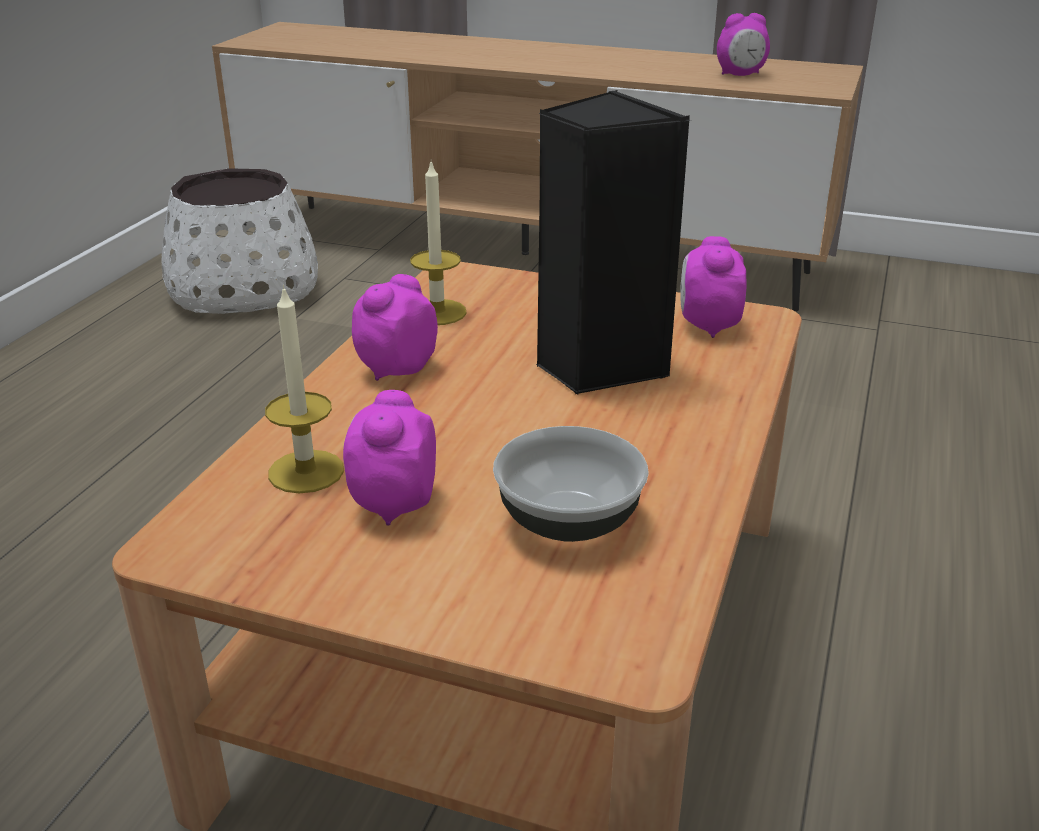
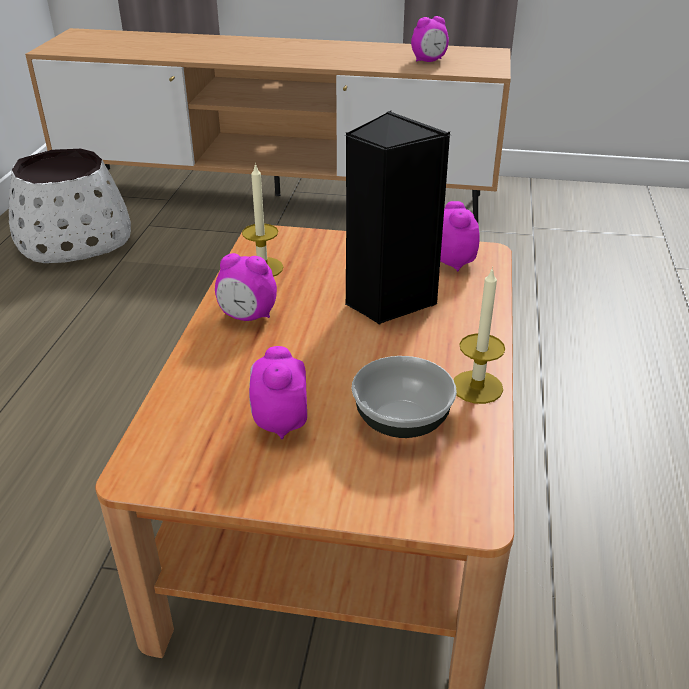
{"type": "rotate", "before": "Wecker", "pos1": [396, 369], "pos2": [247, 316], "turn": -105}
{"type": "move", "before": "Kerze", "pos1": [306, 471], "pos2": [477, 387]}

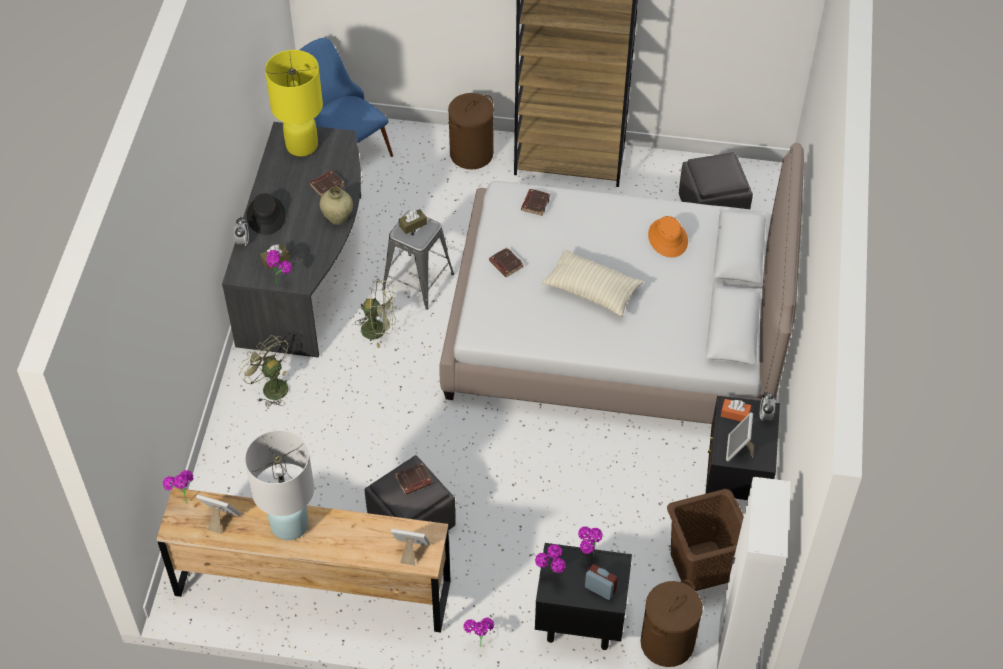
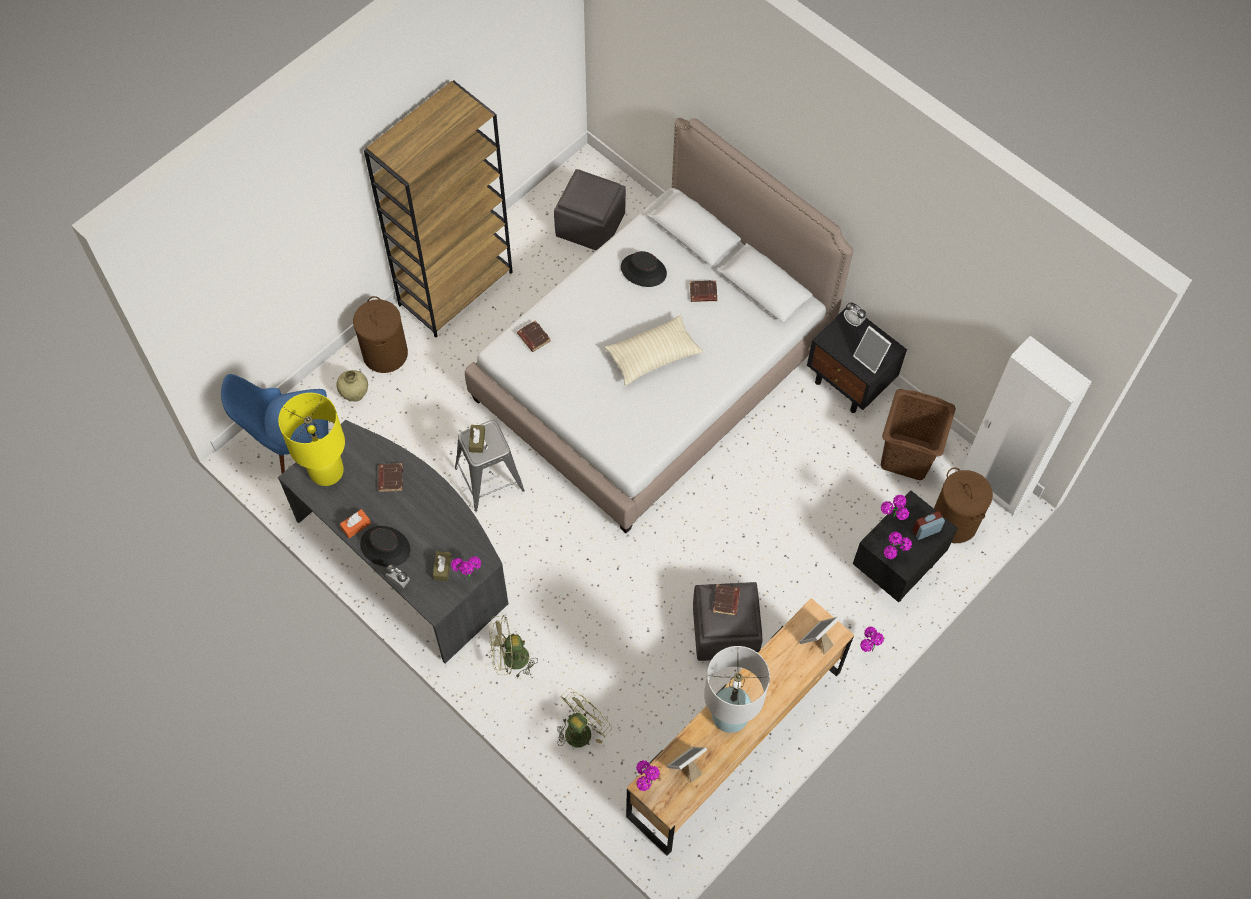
{"type": "move", "before": "Vase/beige", "pos1": [337, 218], "pos2": [355, 394]}
{"type": "move", "before": "Taschentuchbox/orange", "pos1": [735, 414], "pos2": [356, 526]}
{"type": "move", "before": "Ventilator/grün", "pos1": [379, 329], "pos2": [581, 729]}
{"type": "recolor", "before": "Hut/orange", "after": "Hut/schwarz", "pos1": [668, 238], "pos2": [643, 270]}
{"type": "move", "before": "Buch/braun", "pos1": [505, 264], "pos2": [703, 293]}

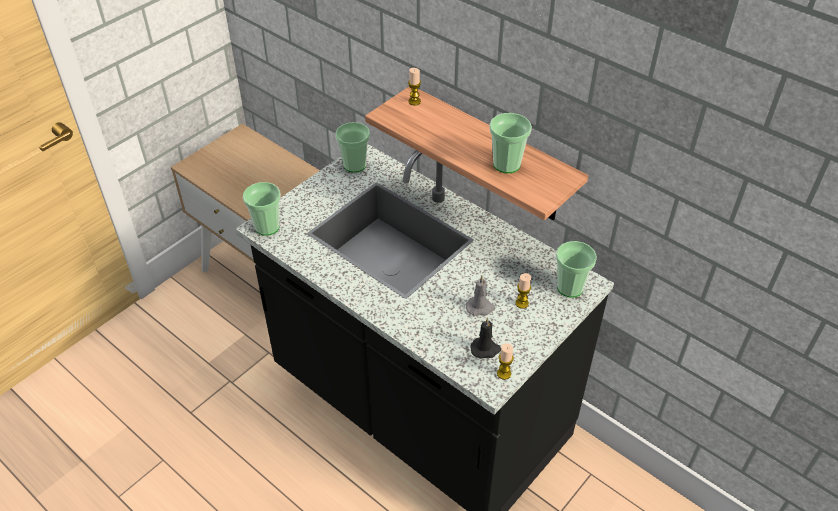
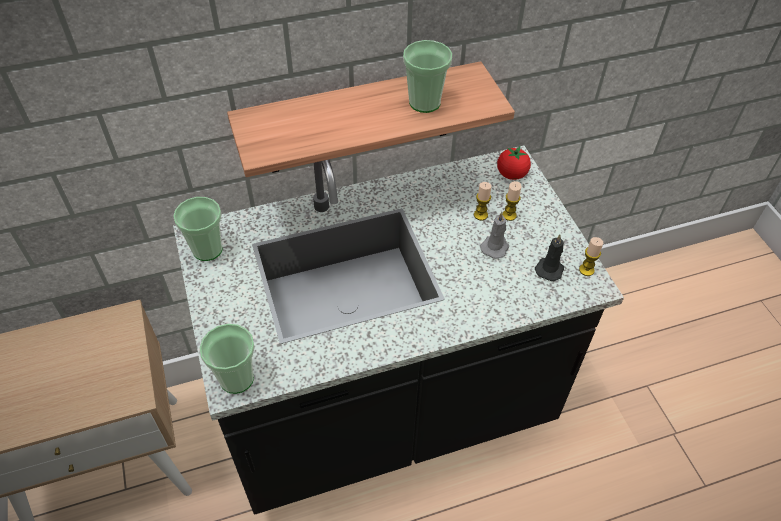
{"type": "move", "before": "Kerze", "pos1": [414, 101], "pos2": [480, 215]}
{"type": "replace", "before": "Tasse", "after": "Tomate", "pos1": [570, 287], "pos2": [511, 174]}

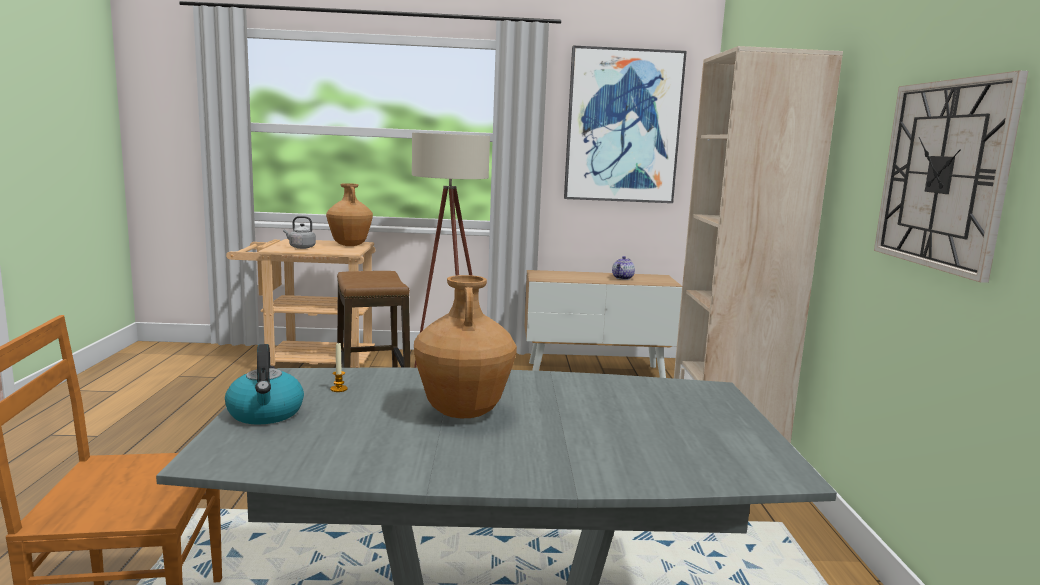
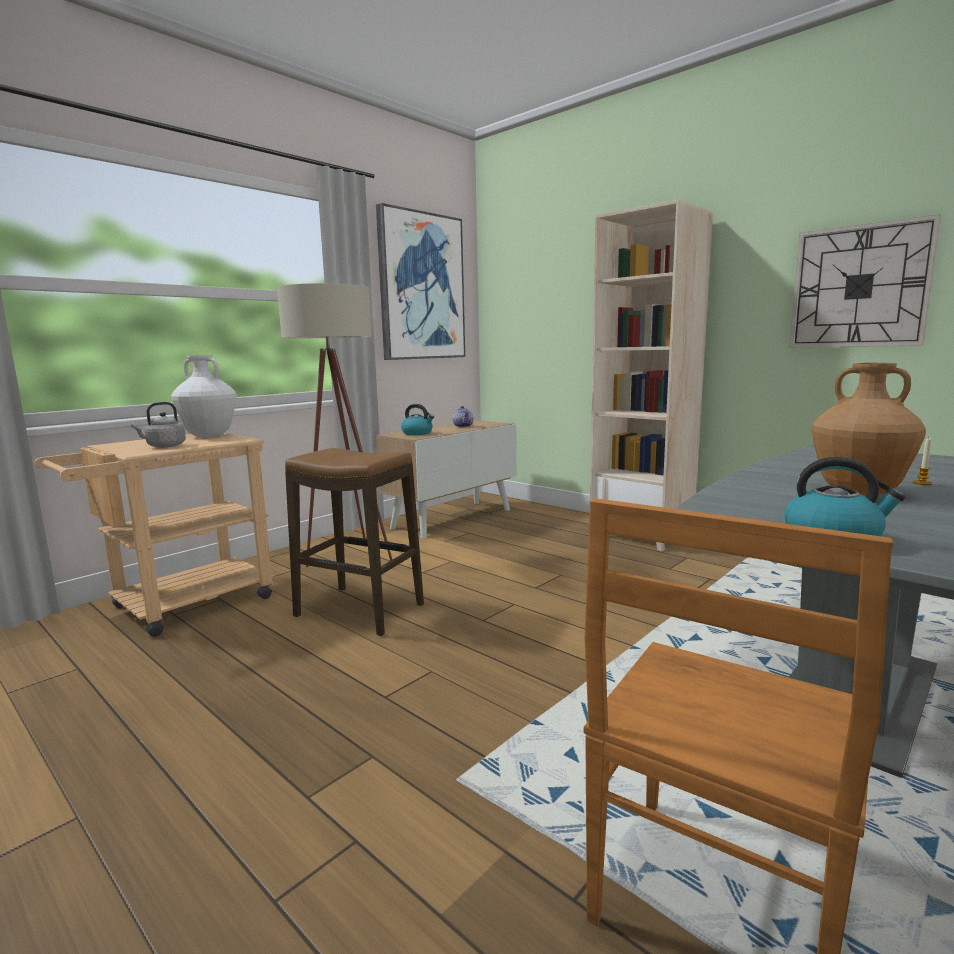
{"type": "recolor", "before": "Vase/braun", "after": "Vase/weiß", "pos1": [350, 245], "pos2": [209, 436]}
{"type": "insert", "after": "Wasserkessel", "pos2": [417, 433]}
{"type": "move", "before": "Kerze", "pos1": [339, 389], "pos2": [922, 483]}

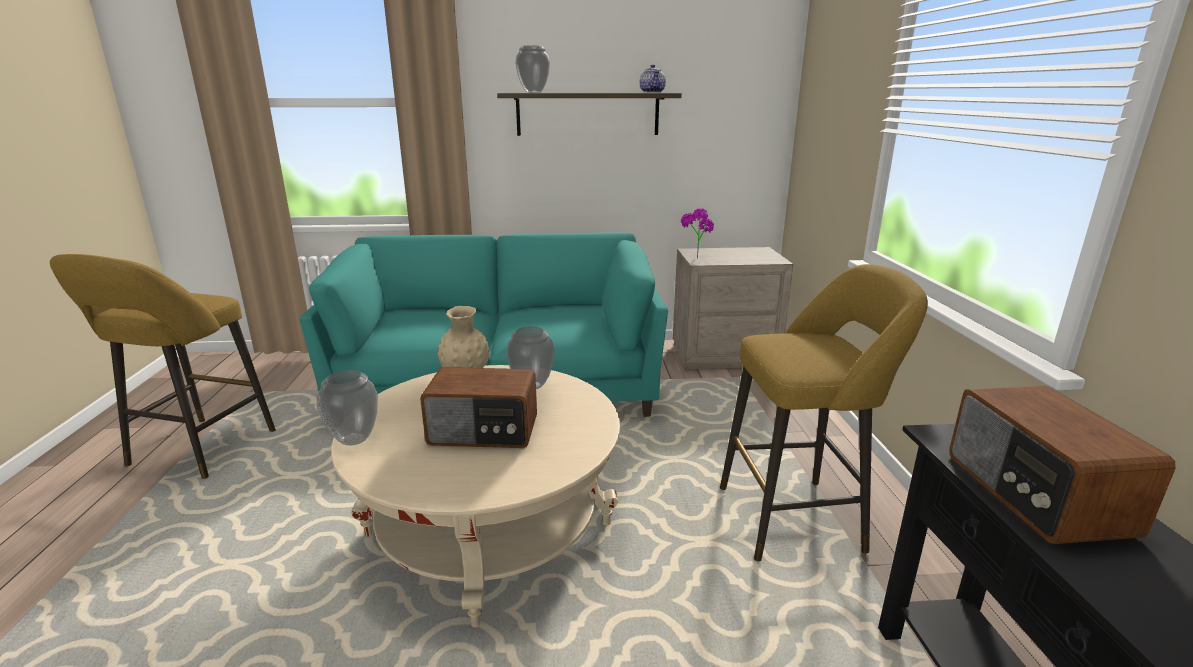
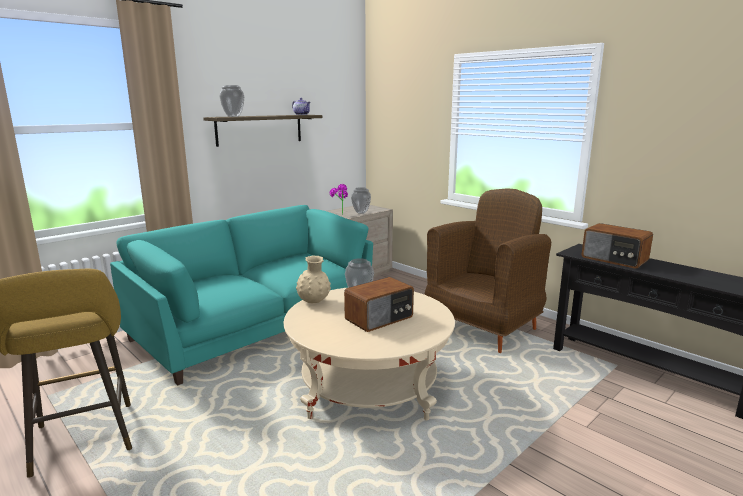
{"type": "move", "before": "Vase", "pos1": [354, 439], "pos2": [360, 212]}
{"type": "replace", "before": "Hocker/gelb", "after": "Sessel/braun", "pos1": [798, 517], "pos2": [483, 327]}

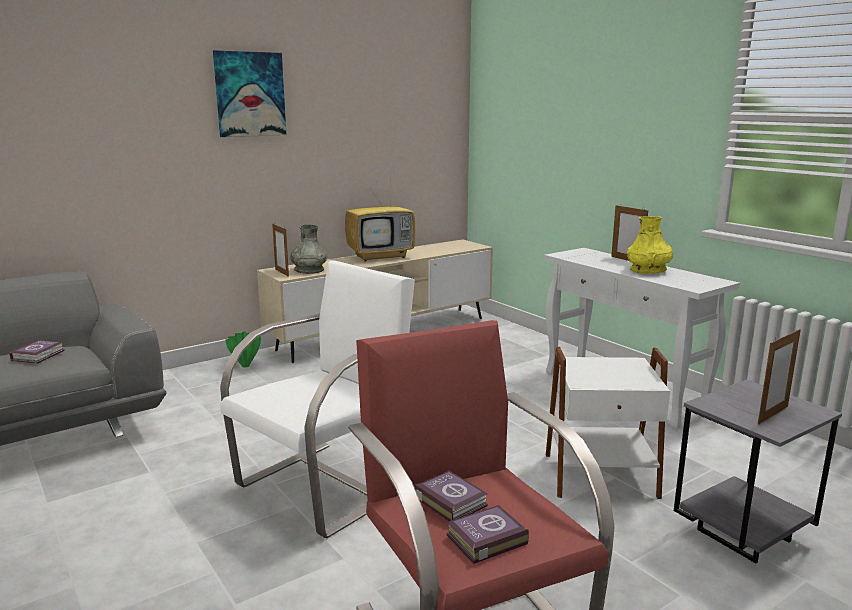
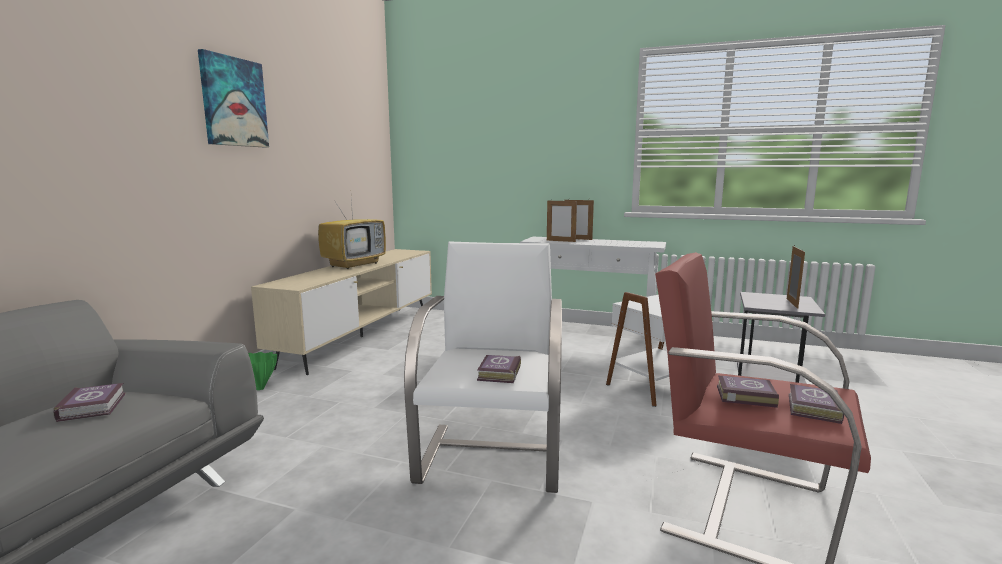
{"type": "insert", "after": "Buch", "pos2": [498, 373]}
{"type": "move", "before": "Bilderrahmen", "pos1": [282, 272], "pos2": [561, 241]}
{"type": "delete", "before": "Vase/grau", "pos1": [309, 270]}
{"type": "delete", "before": "Vase/gelb", "pos1": [648, 270]}

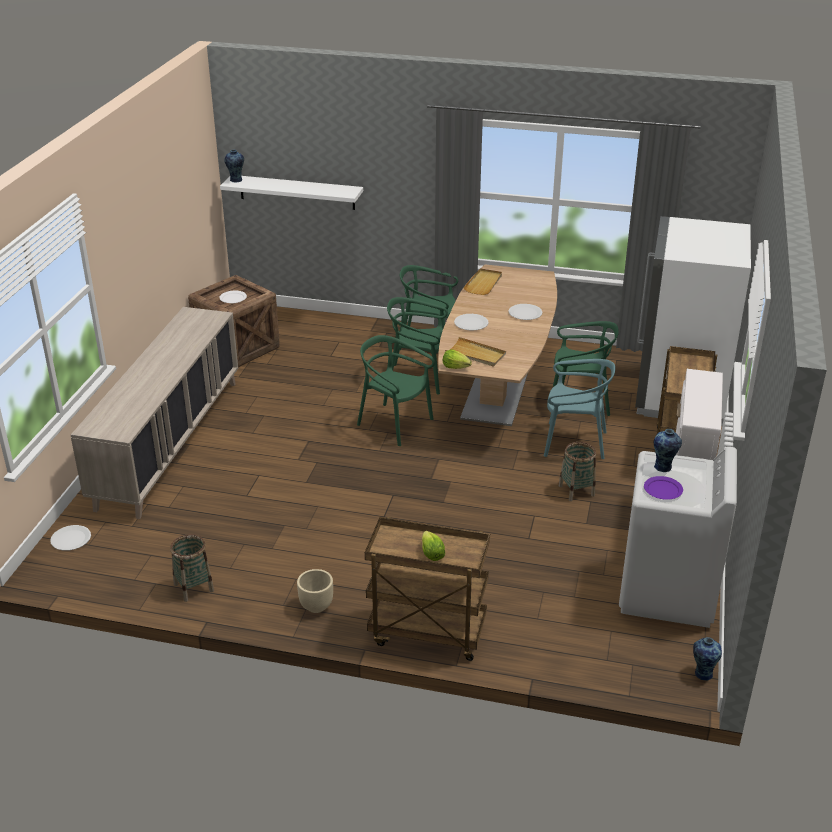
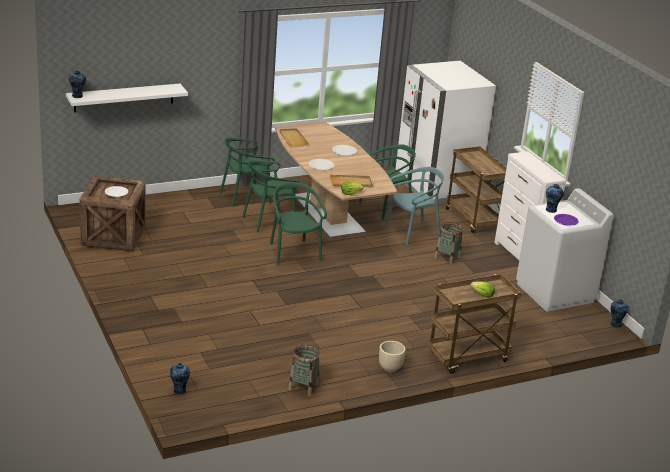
{"type": "replace", "before": "Teller/weiß", "after": "Vase", "pos1": [71, 539], "pos2": [179, 391]}
{"type": "rotate", "before": "Stuhl/grün", "pos1": [394, 424], "pos2": [293, 253], "turn": 75}
{"type": "delete", "before": "Schrank/beige", "pos1": [169, 443]}

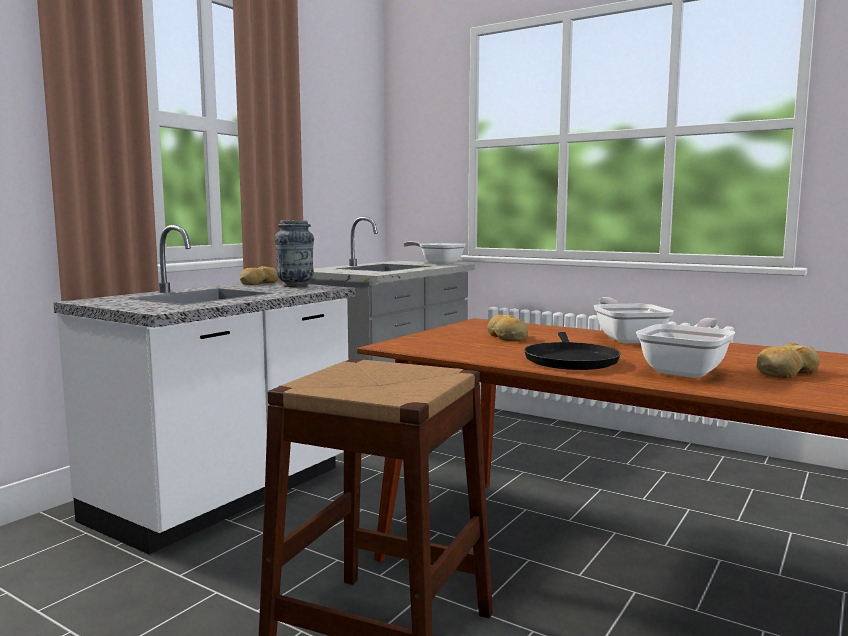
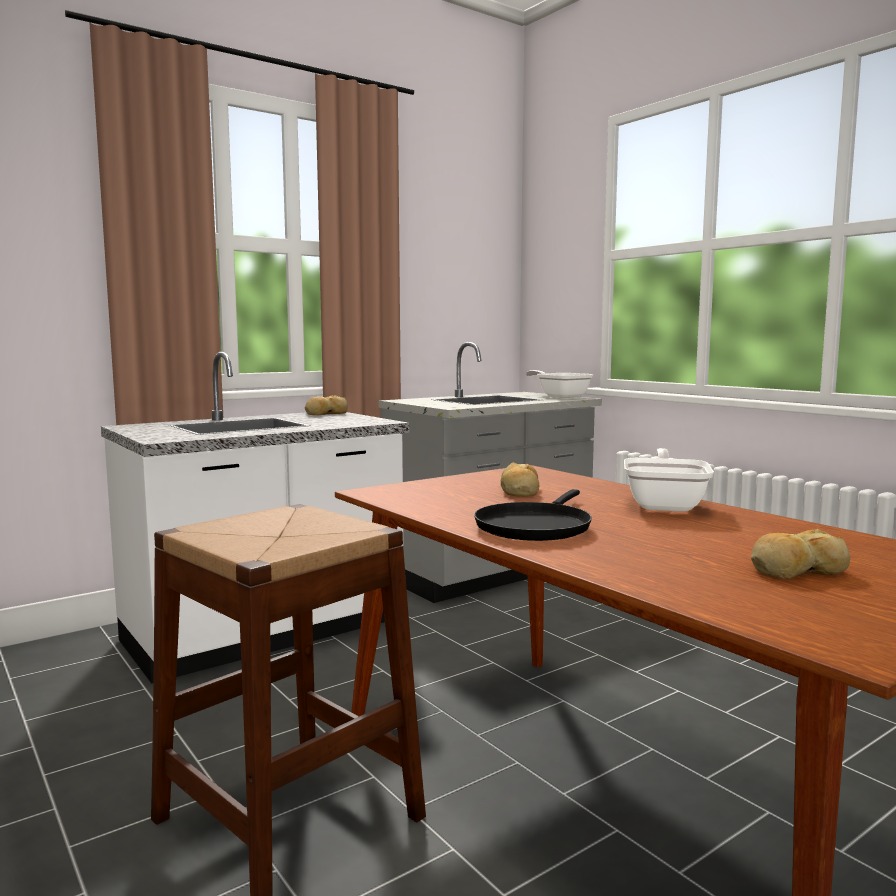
{"type": "delete", "before": "Vase", "pos1": [295, 286]}
{"type": "delete", "before": "Pfanne", "pos1": [687, 371]}

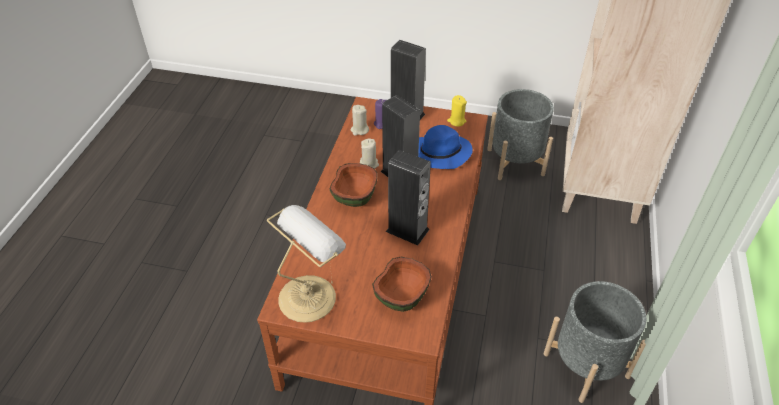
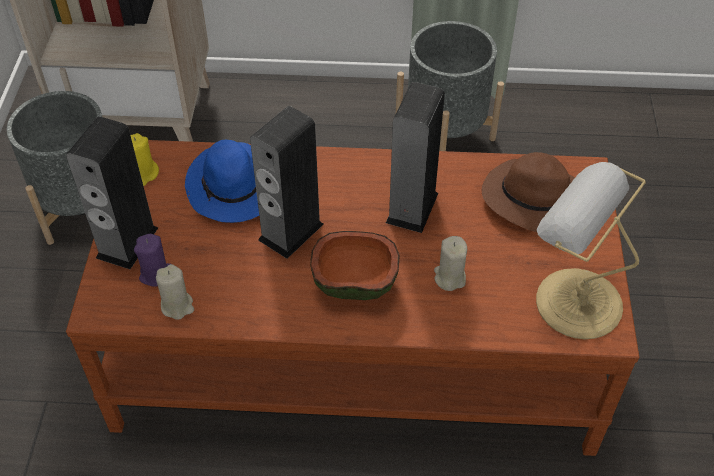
{"type": "move", "before": "Kerze/beige", "pos1": [369, 164], "pos2": [449, 277]}
{"type": "replace", "before": "Schüssel", "after": "Hut/braun", "pos1": [401, 295], "pos2": [532, 200]}

